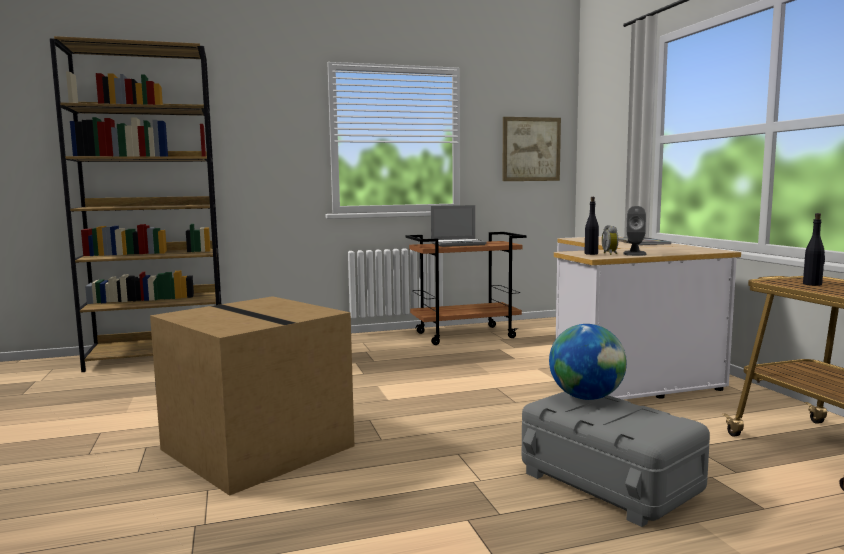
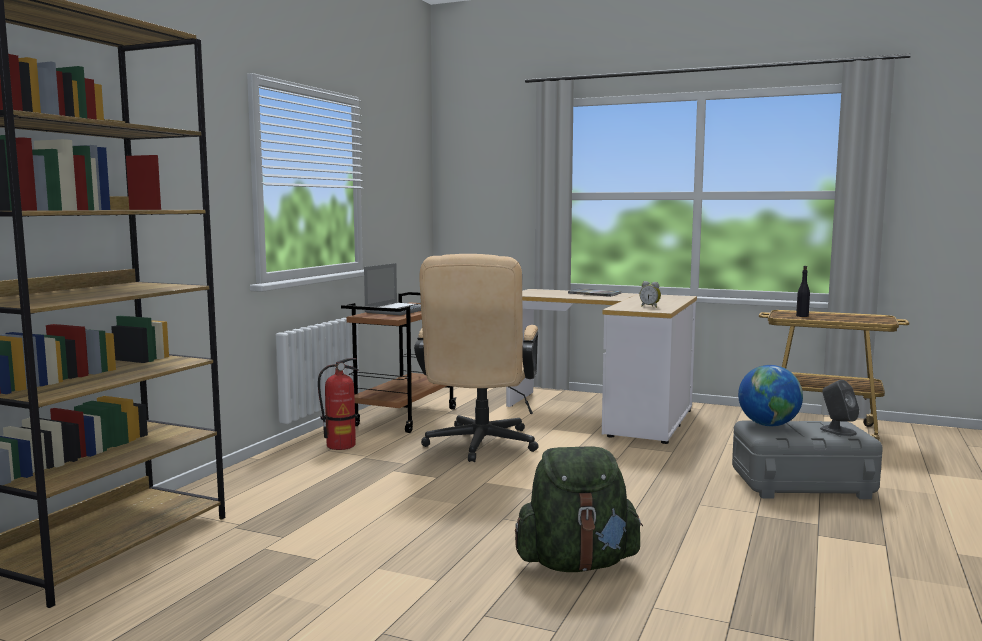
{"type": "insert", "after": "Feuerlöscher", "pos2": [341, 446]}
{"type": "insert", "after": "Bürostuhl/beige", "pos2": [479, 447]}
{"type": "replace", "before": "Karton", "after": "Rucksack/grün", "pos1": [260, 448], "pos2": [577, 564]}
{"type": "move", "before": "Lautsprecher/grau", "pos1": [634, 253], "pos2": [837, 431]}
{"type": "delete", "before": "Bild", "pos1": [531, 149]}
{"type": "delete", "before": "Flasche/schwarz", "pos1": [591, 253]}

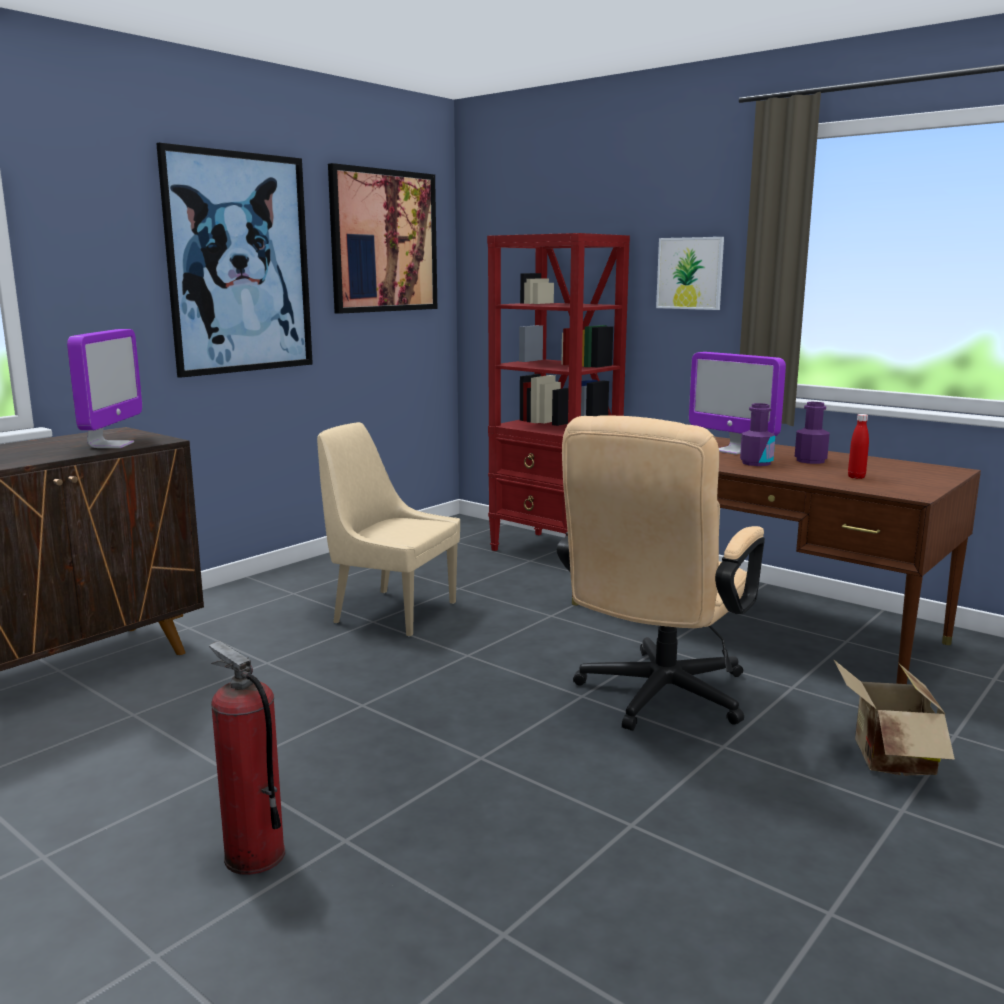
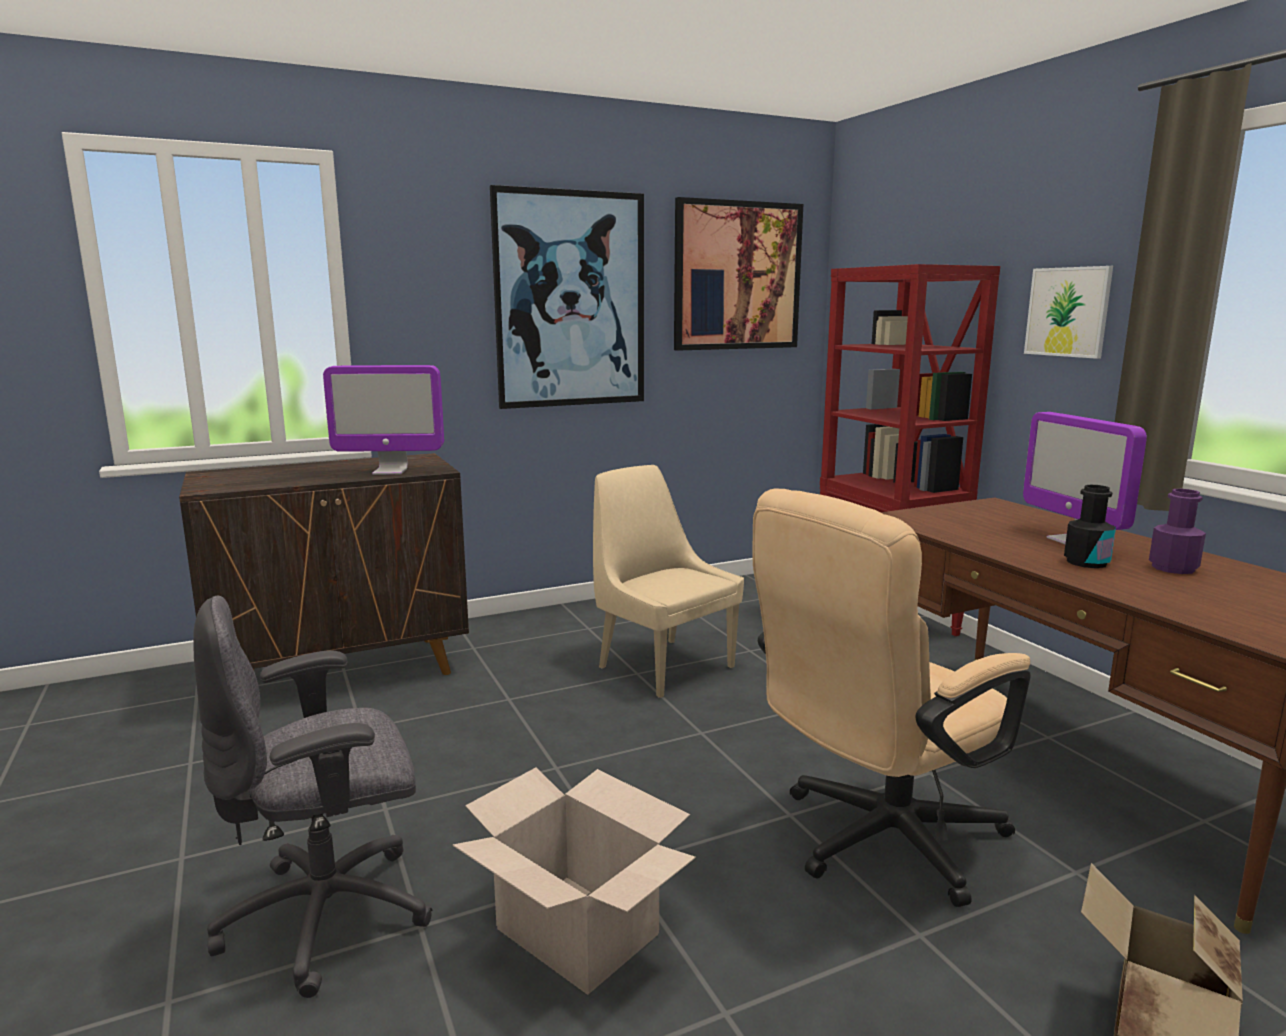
{"type": "replace", "before": "Feuerlöscher", "after": "Bürostuhl/grau", "pos1": [254, 856], "pos2": [330, 915]}
{"type": "rotate", "before": "Monitor", "pos1": [111, 445], "pos2": [390, 471], "turn": 60}
{"type": "insert", "after": "Karton", "pos2": [576, 932]}
{"type": "recolor", "before": "Flasche/lila", "after": "Flasche/schwarz", "pos1": [756, 463], "pos2": [1086, 562]}
{"type": "delete", "before": "Flasche/rot", "pos1": [856, 477]}

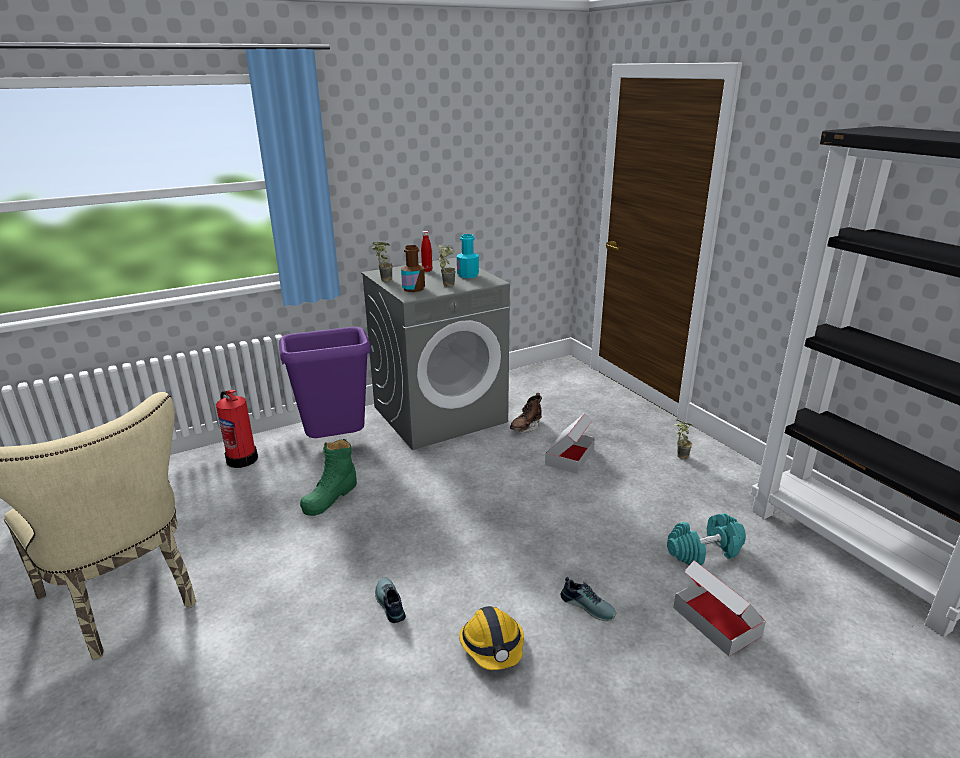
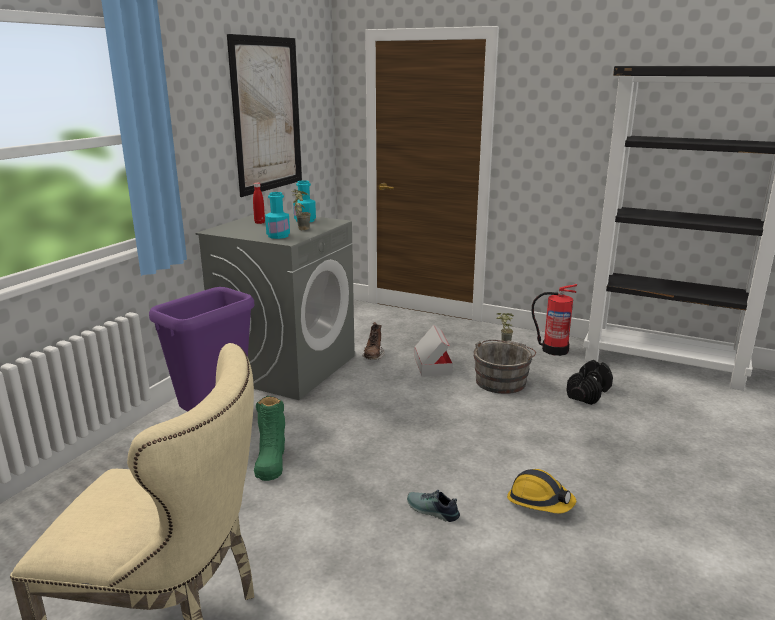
{"type": "insert", "after": "Bild", "pos2": [267, 115]}
{"type": "recolor", "before": "Flasche/braun", "after": "Flasche/türkis", "pos1": [413, 289], "pos2": [278, 236]}
{"type": "insert", "after": "Eimer/grau", "pos2": [502, 381]}
{"type": "move", "before": "Feuerlöscher", "pos1": [242, 458], "pos2": [554, 349]}
{"type": "recolor", "before": "Hantel/türkis", "after": "Hantel/schwarz", "pos1": [704, 552], "pos2": [588, 393]}
{"type": "delete", "before": "Topfpflanze", "pos1": [383, 280]}
{"type": "delete", "before": "Schuh", "pos1": [588, 605]}
{"type": "delete", "before": "Karton", "pos1": [716, 621]}

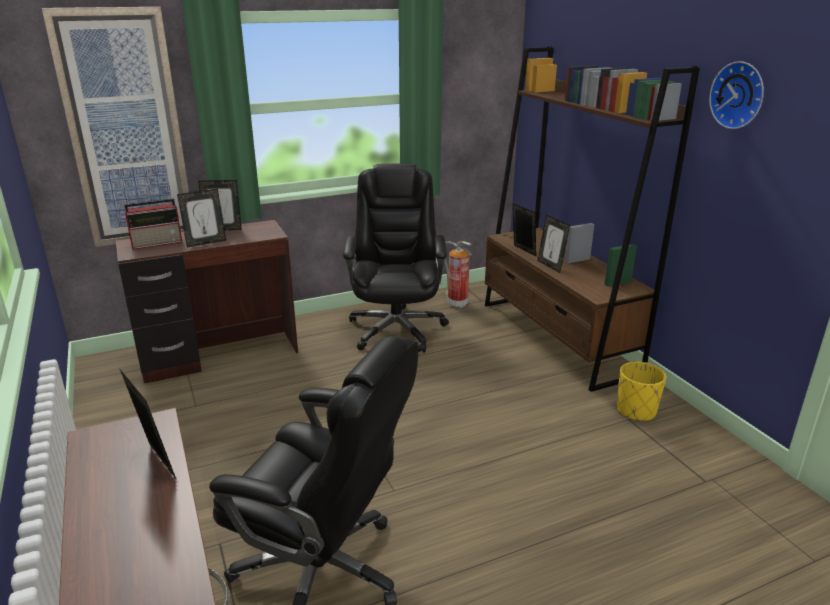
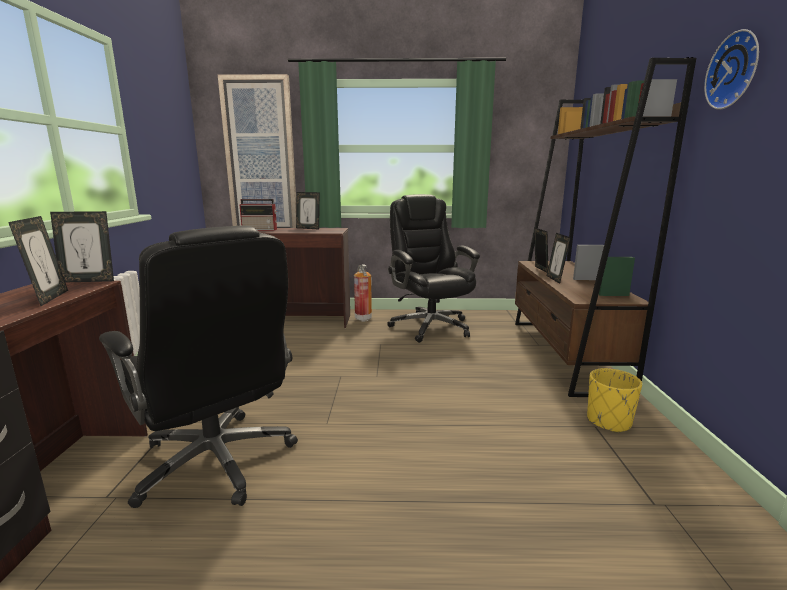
{"type": "move", "before": "Bilderrahmen", "pos1": [206, 242], "pos2": [89, 280]}
{"type": "move", "before": "Feuerlöscher", "pos1": [456, 303], "pos2": [363, 318]}
{"type": "rotate", "before": "Bürostuhl/schwarz", "pos1": [396, 328], "pos2": [430, 326], "turn": -45}

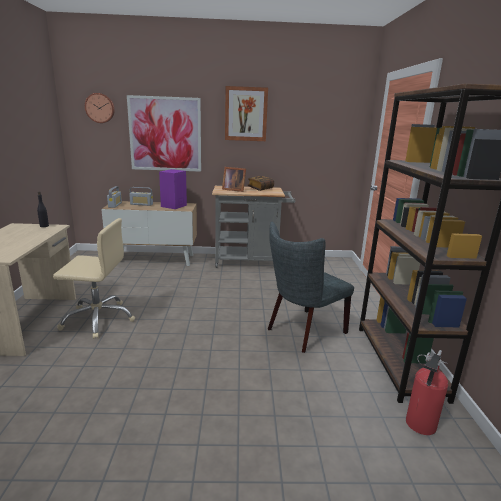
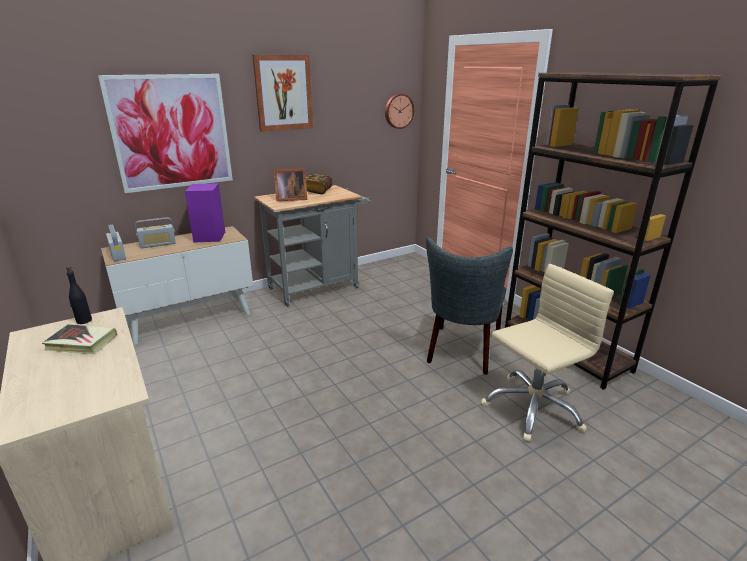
{"type": "insert", "after": "Buch", "pos2": [81, 343]}
{"type": "move", "before": "Wanduhr", "pos1": [100, 108], "pos2": [398, 111]}
{"type": "move", "before": "Bürostuhl/beige", "pos1": [98, 319], "pos2": [532, 408]}
{"type": "delete", "before": "Feuerlöscher", "pos1": [419, 426]}

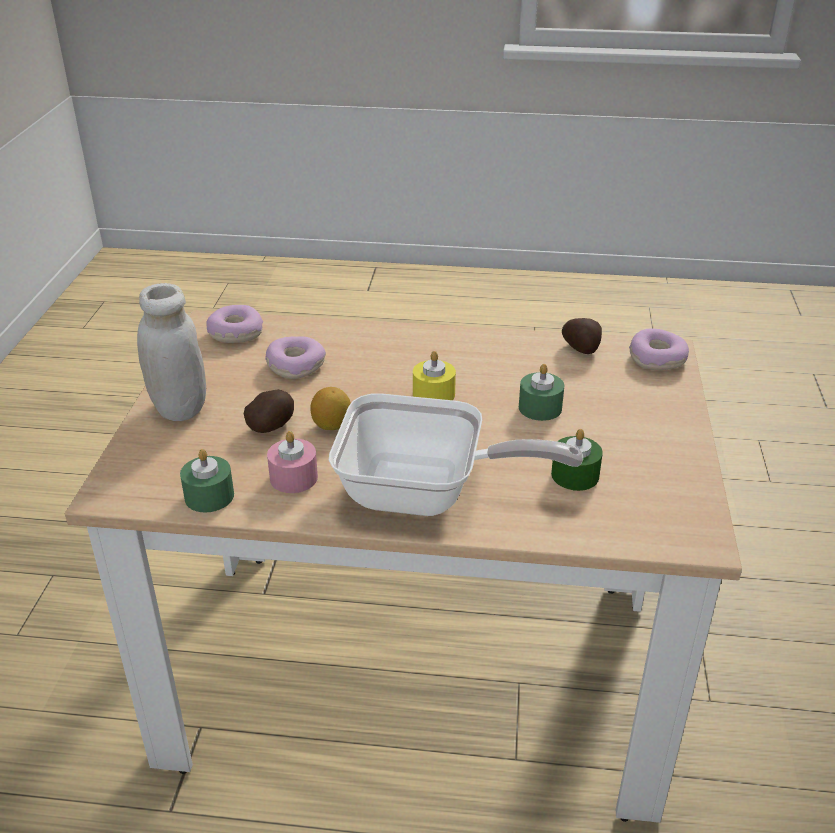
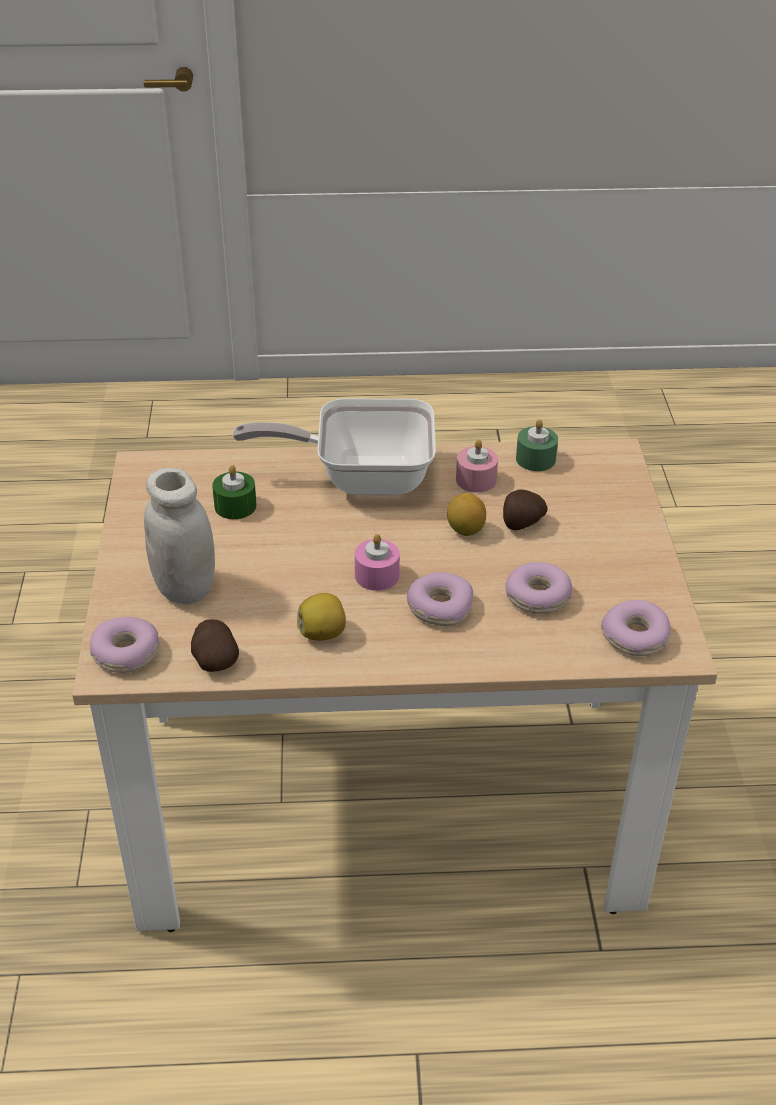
{"type": "move", "before": "Vorratsglas/weiß", "pos1": [179, 408], "pos2": [185, 588]}
{"type": "insert", "after": "Zitrone", "pos2": [323, 633]}
{"type": "recolor", "before": "Kerze/gelb", "after": "Kerze/rosa", "pos1": [433, 394], "pos2": [377, 575]}
{"type": "insert", "after": "Donut", "pos2": [439, 607]}
{"type": "delete", "before": "Kerze/grün", "pos1": [540, 408]}

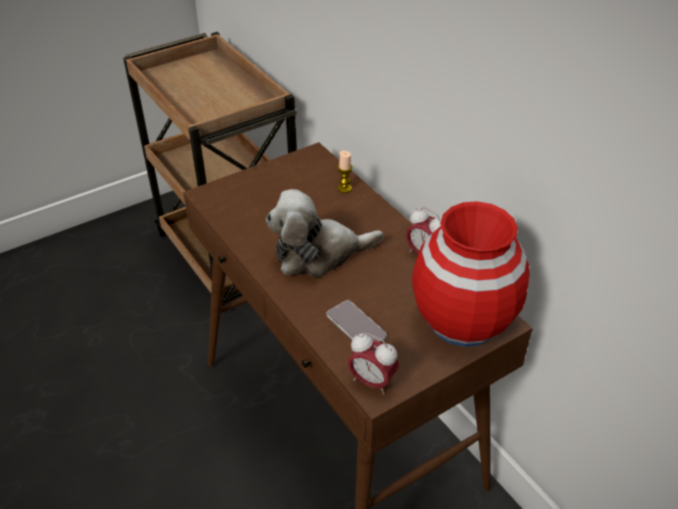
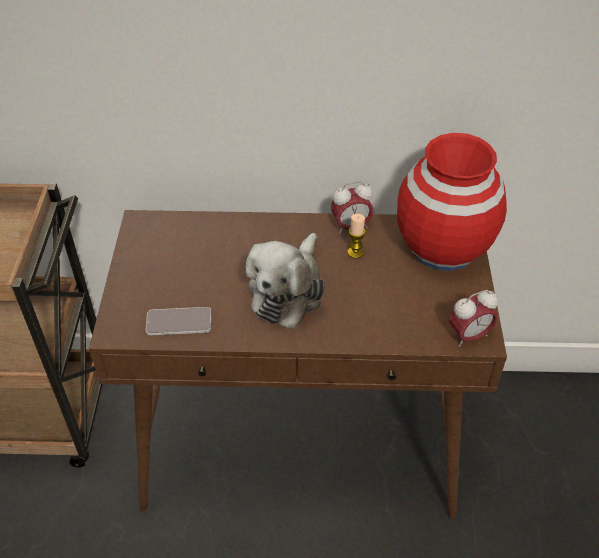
{"type": "move", "before": "Handy", "pos1": [356, 326], "pos2": [179, 322]}
{"type": "move", "before": "Kerze", "pos1": [344, 188], "pos2": [355, 253]}

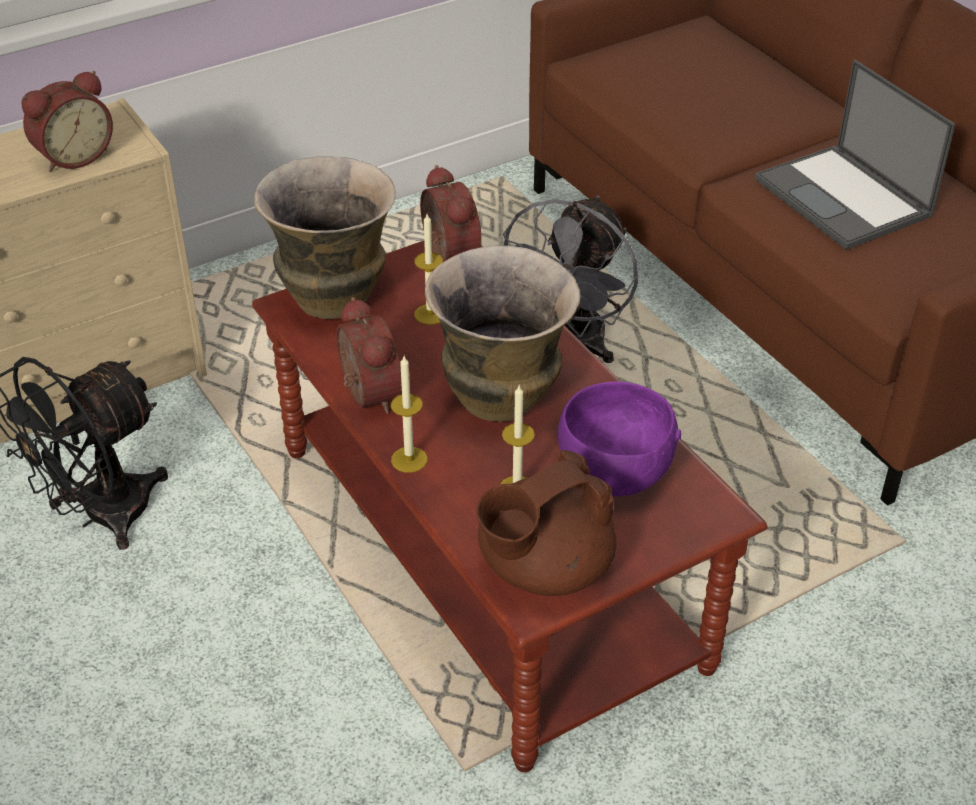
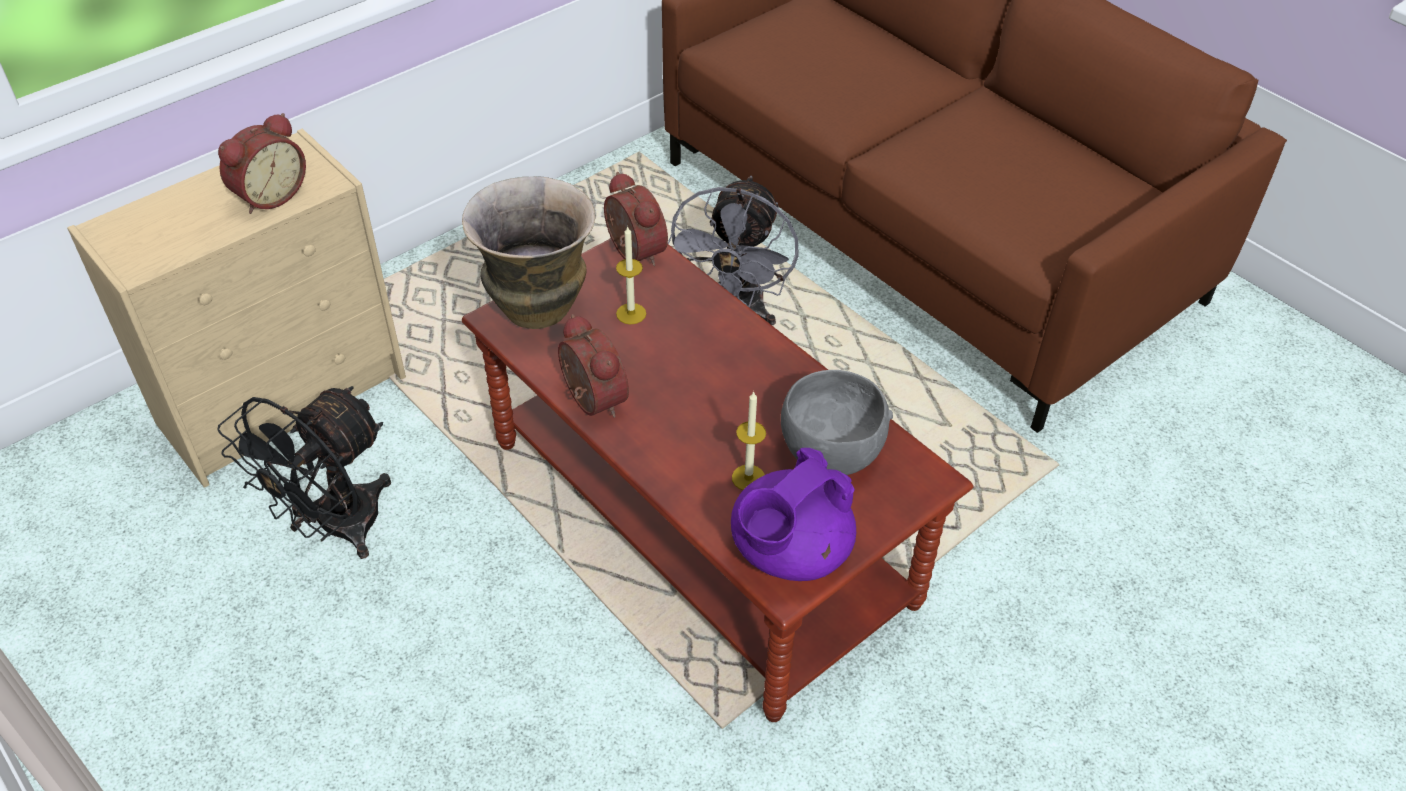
{"type": "recolor", "before": "Teekanne/braun", "after": "Teekanne/lila", "pos1": [543, 568], "pos2": [789, 552]}
{"type": "recolor", "before": "Schüssel/lila", "after": "Schüssel/grau", "pos1": [614, 473], "pos2": [831, 451]}
{"type": "delete", "before": "Kerze", "pos1": [409, 459]}
{"type": "delete", "before": "Vase", "pos1": [501, 399]}
{"type": "delete", "before": "Laptop", "pos1": [844, 198]}

